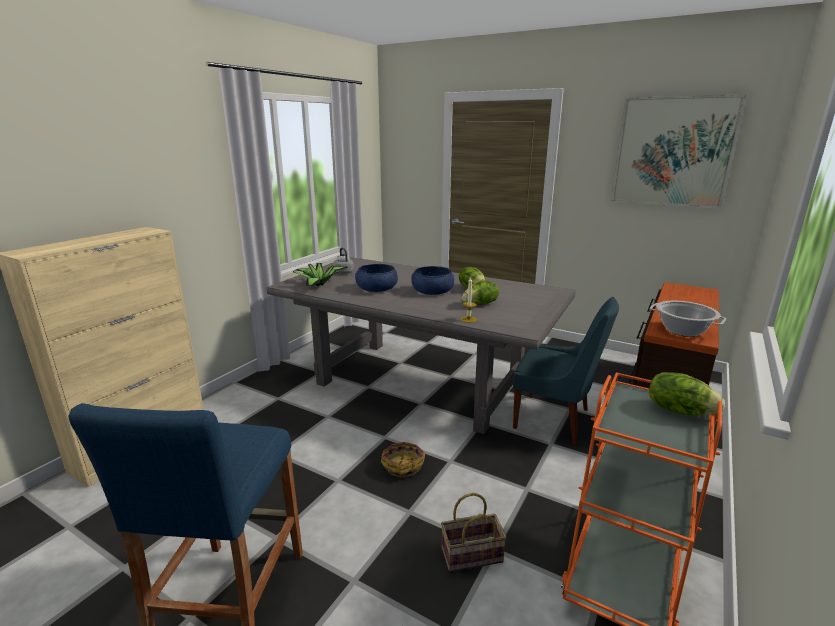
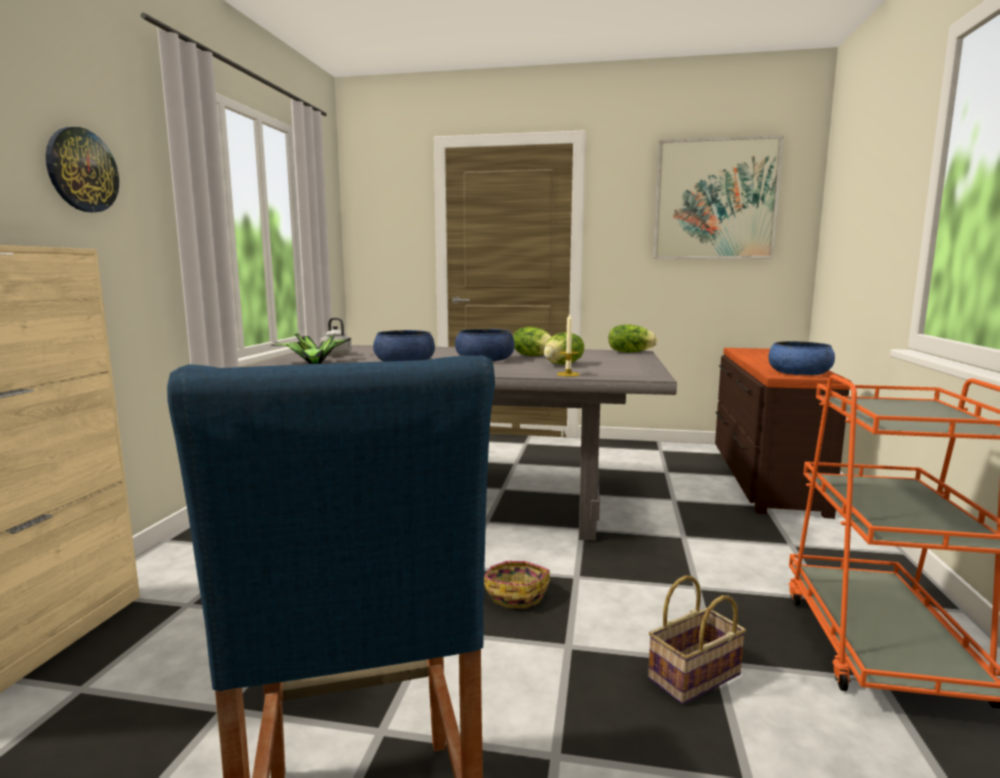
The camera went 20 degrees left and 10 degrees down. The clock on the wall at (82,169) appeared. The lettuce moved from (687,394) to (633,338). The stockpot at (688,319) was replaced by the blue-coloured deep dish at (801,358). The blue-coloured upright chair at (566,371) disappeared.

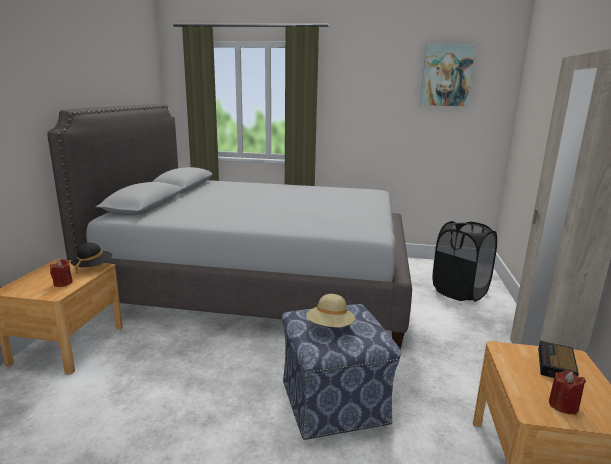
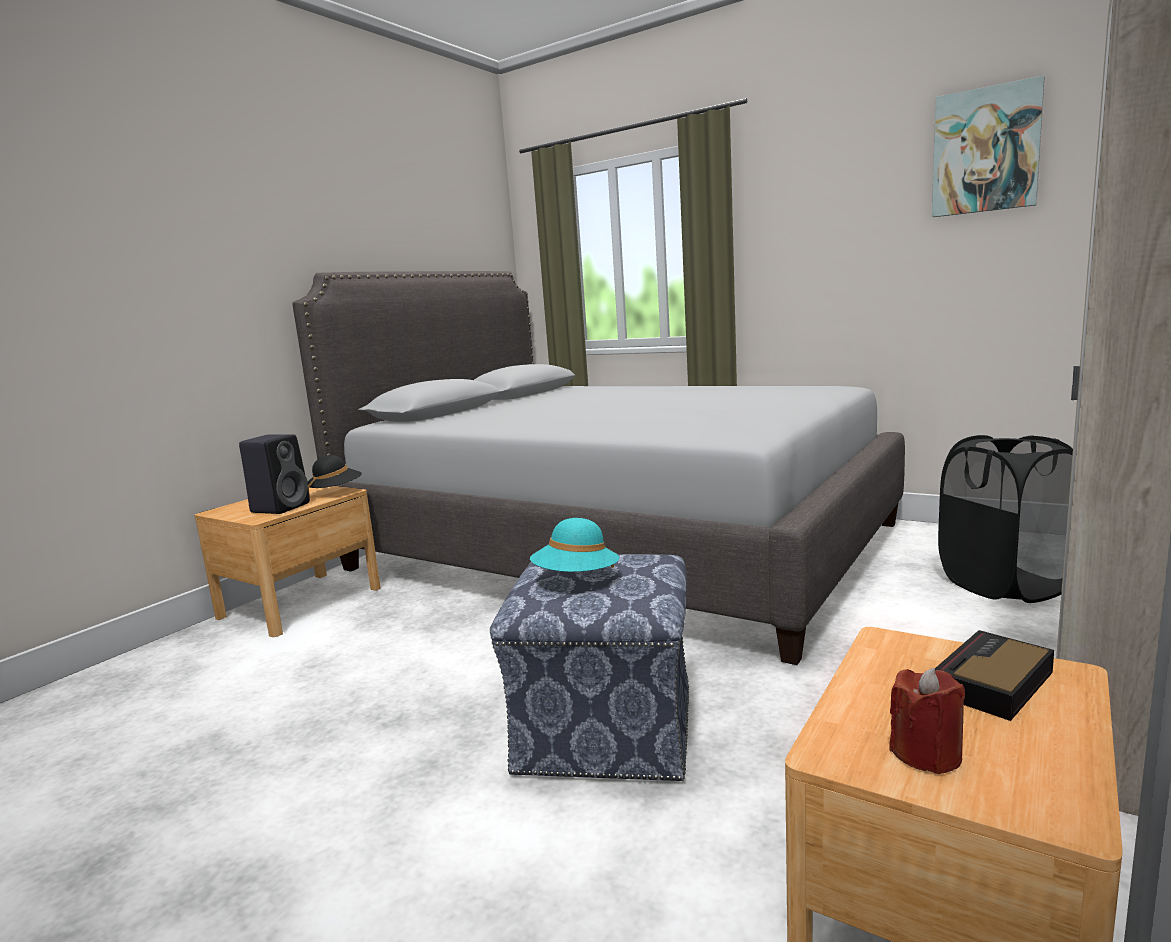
The camera went 25 degrees right and 5 degrees down. The red-coloured candle at (61,273) was replaced by the black-coloured audio speaker at (274,474). The beige-coloured hat at (330,310) became the turquoise-coloured hat at (575,545).

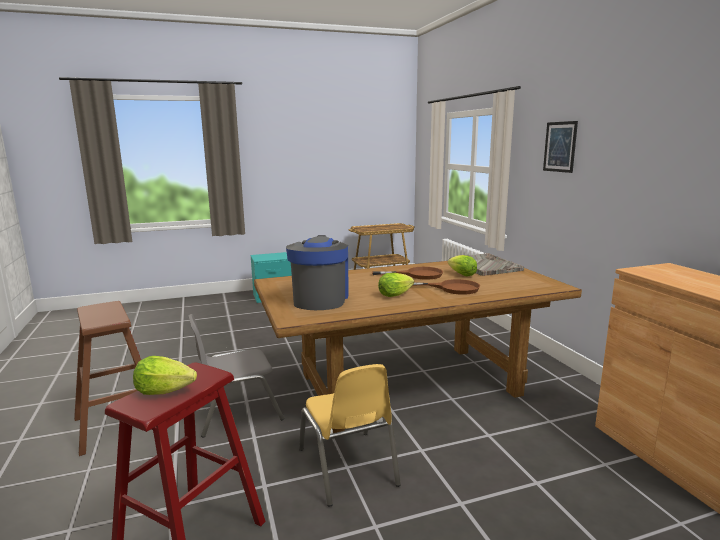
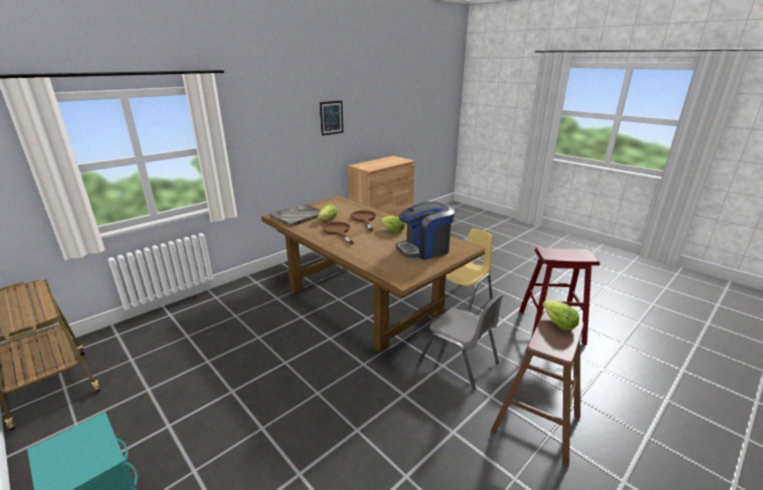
The camera went 115 degrees left and 10 degrees up. The picture moved from (560,147) to (331,118). The lettuce moved from (165,375) to (561,315).

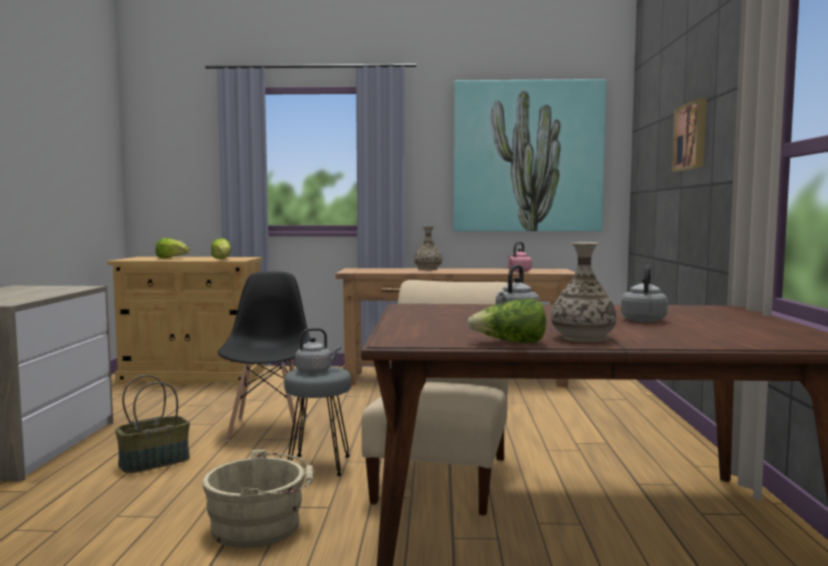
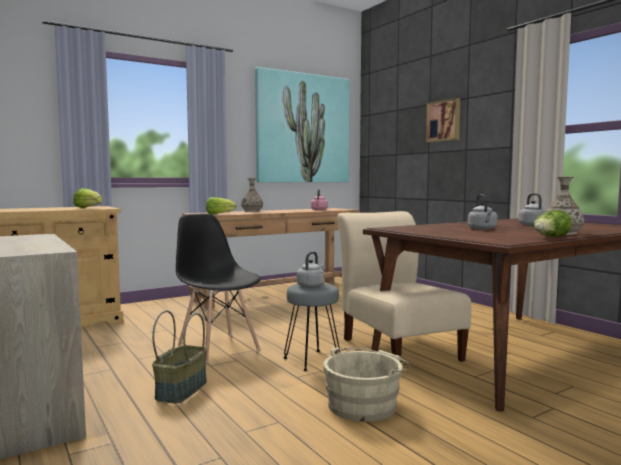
The camera went 35 degrees left and 0 degrees up. The lettuce moved from (172,248) to (221,206).

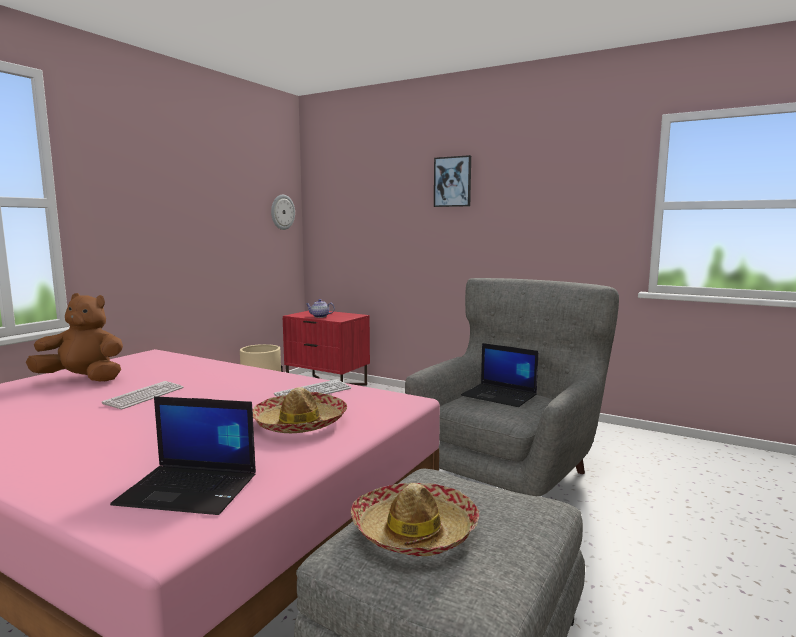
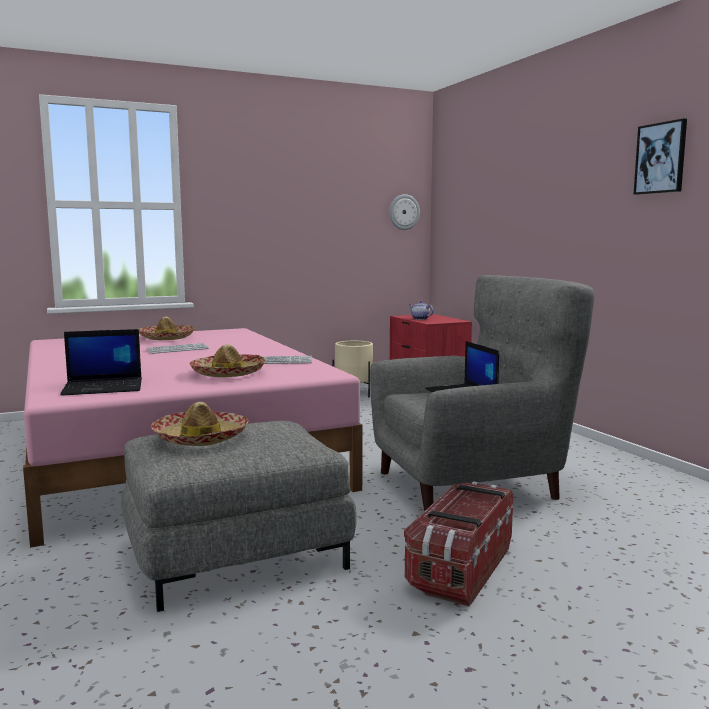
The camera went 35 degrees right and 0 degrees up. The laptop at (183,455) turned 60 degrees counterclockwise. The brown plush toy at (74,337) was replaced by the hat at (167,328). The storage bin at (458,544) appeared. The picture moved from (452,181) to (660,156).

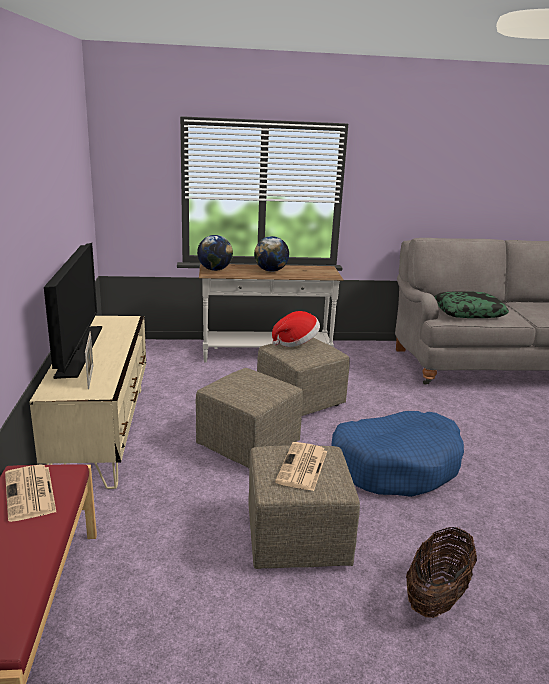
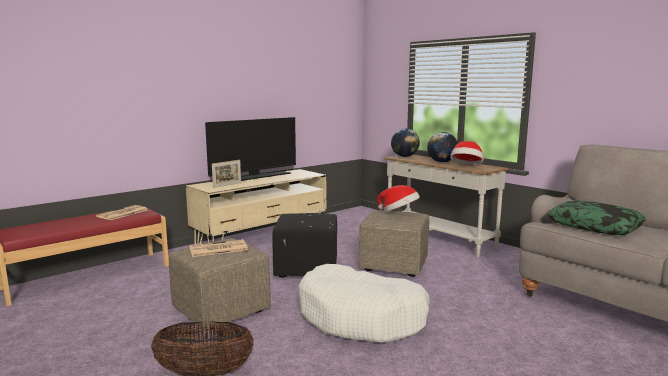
The camera went 55 degrees right and 10 degrees down. The beige-coloured pouffe at (249,418) became the black-coloured pouffe at (304,245). The blue-coloured dog cushion at (397,454) became the whitish dog cushion at (364,303). The hat at (467,153) appeared.

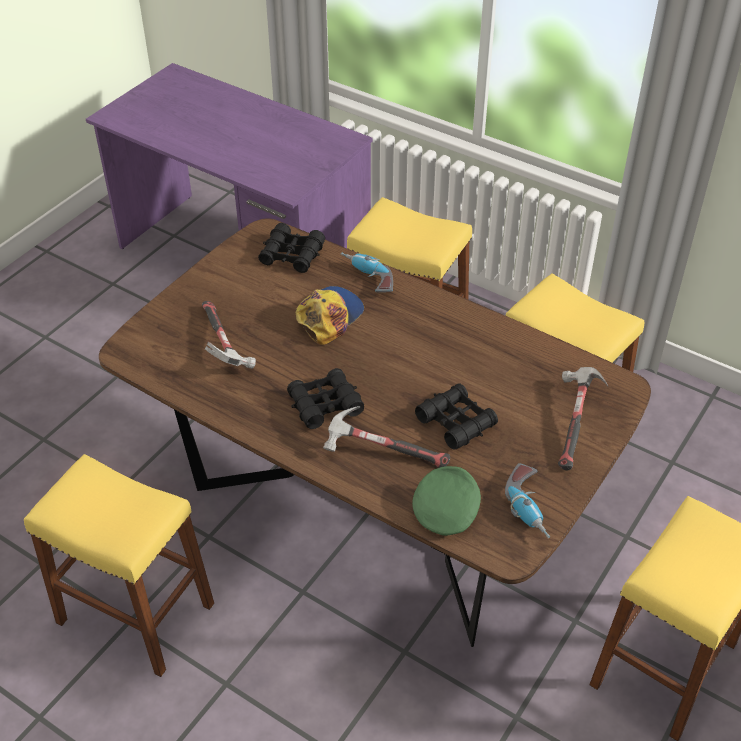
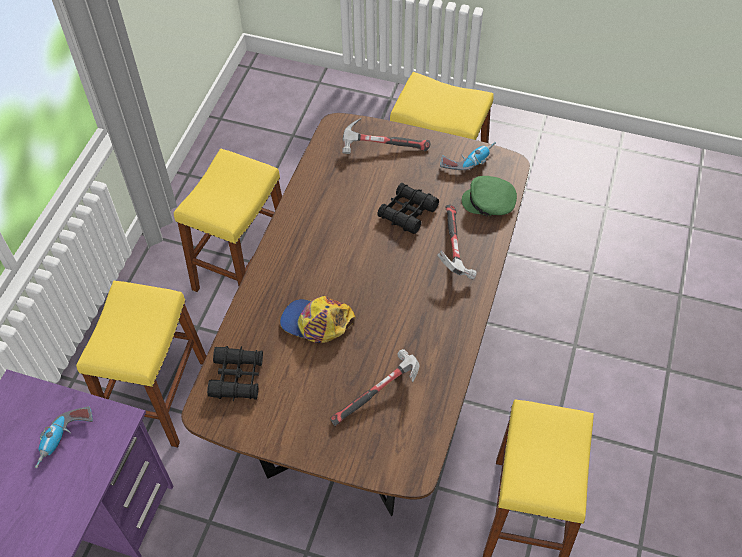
The camera went 105 degrees left and 10 degrees up. The drill moved from (367,272) to (64,437). The black-coloured binoculars at (325,398) disappeared.

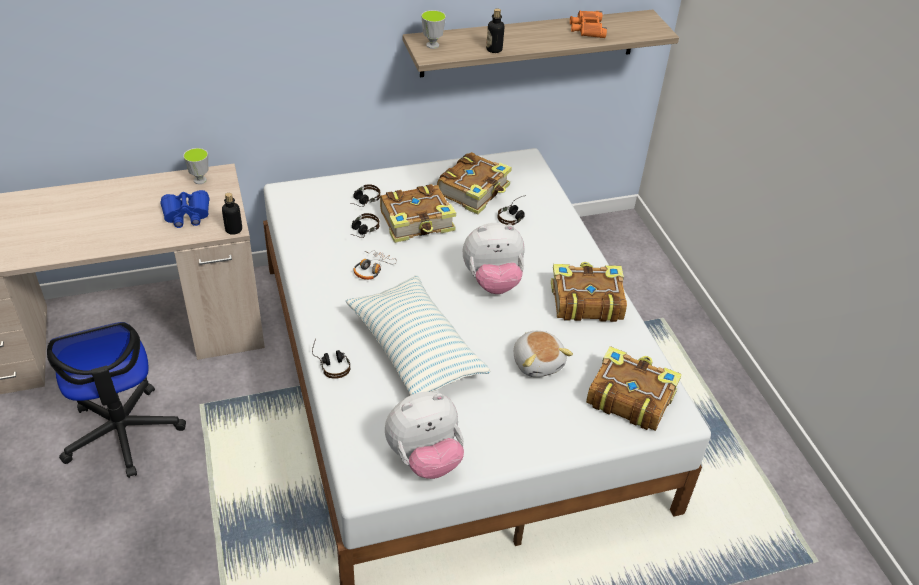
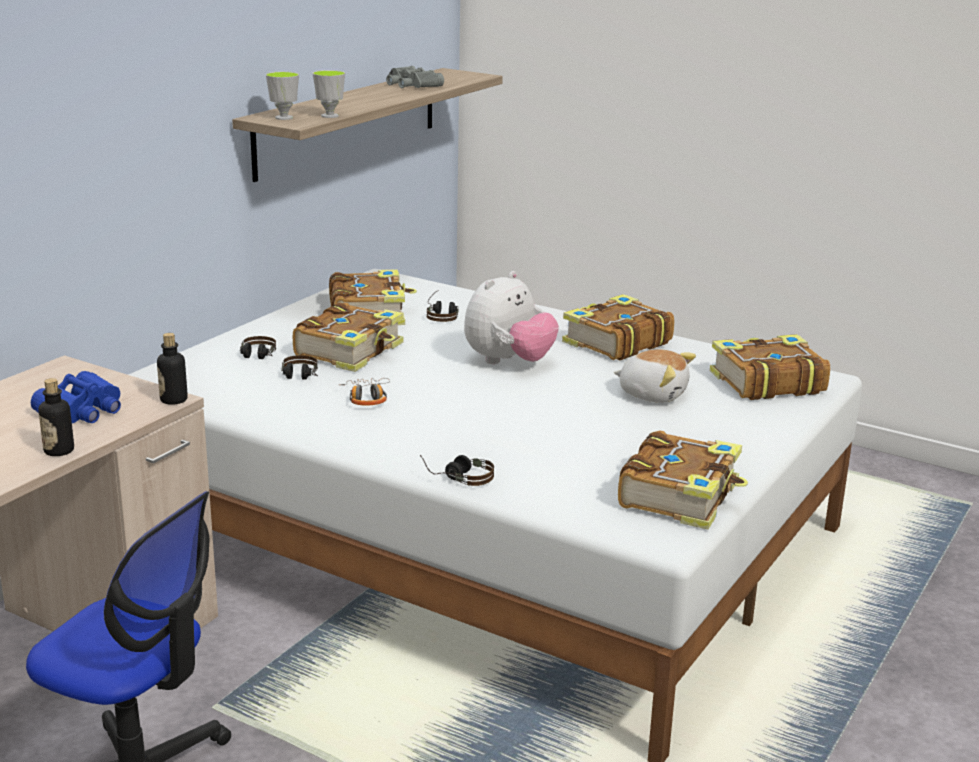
The camera went 40 degrees left and 20 degrees down. The drink bottle moved from (495,30) to (56,417). The drinking cup moved from (195,166) to (328,94). The orange-coloured binoculars at (588,24) became the grey binoculars at (415,77). The plush toy at (424,435) was replaced by the book at (683,479). The throw pillow at (418,335) disappeared.

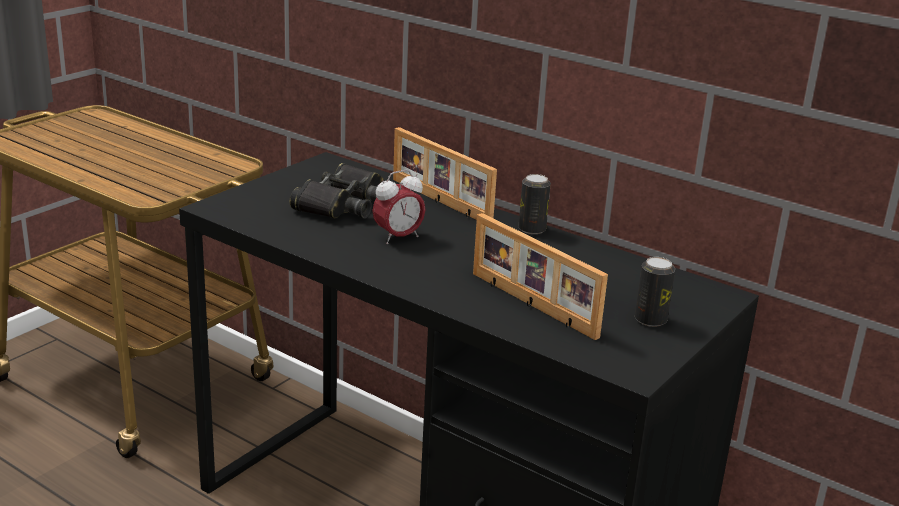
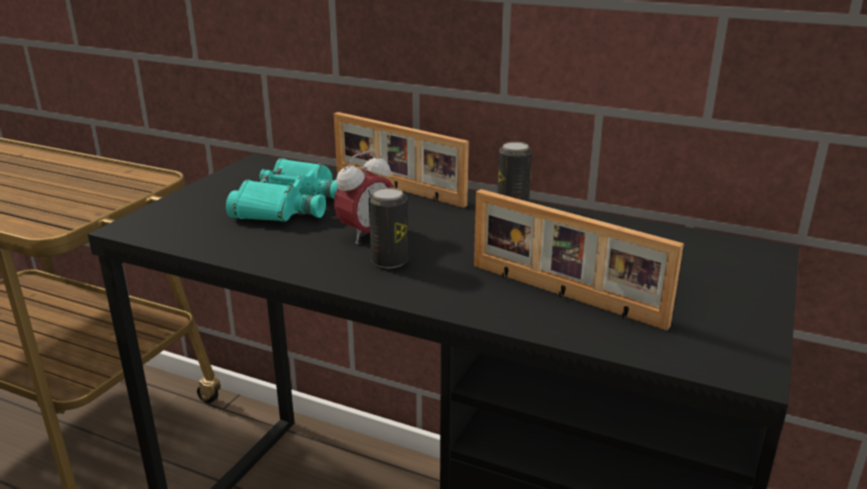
The camera went 10 degrees left and 0 degrees up. The black-coloured binoculars at (336,191) became the turquoise-coloured binoculars at (282,190). The sealed can moved from (655,292) to (388,227).

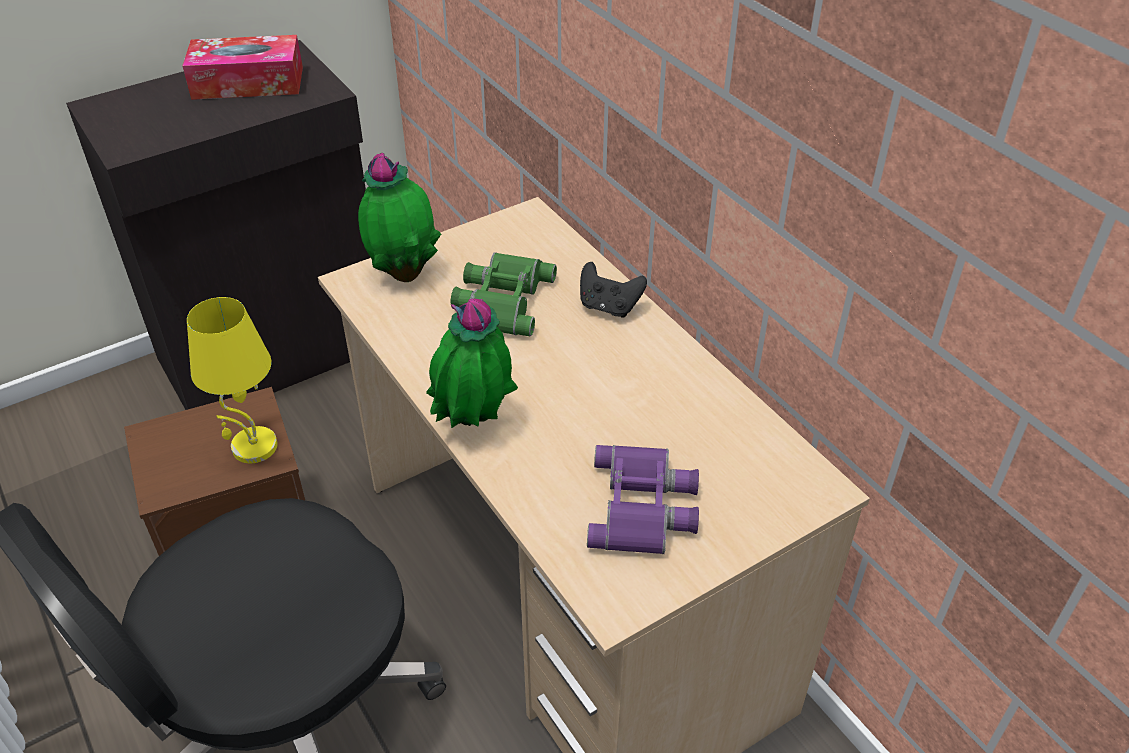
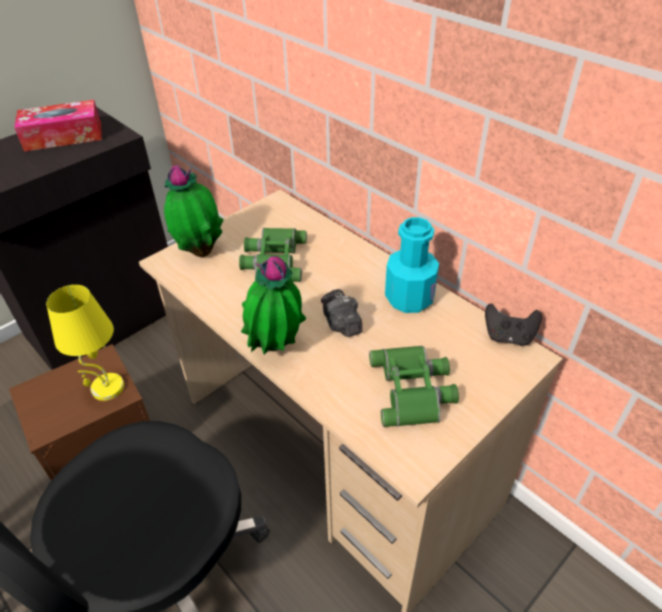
The camera went 10 degrees left and 0 degrees up. The still camera at (341,313) appeared. The purple binoculars at (643,499) became the green binoculars at (414,386). The turquoise-coloured drink bottle at (412,265) appeared. The black-coloured joypad moved from (613,290) to (513,324).

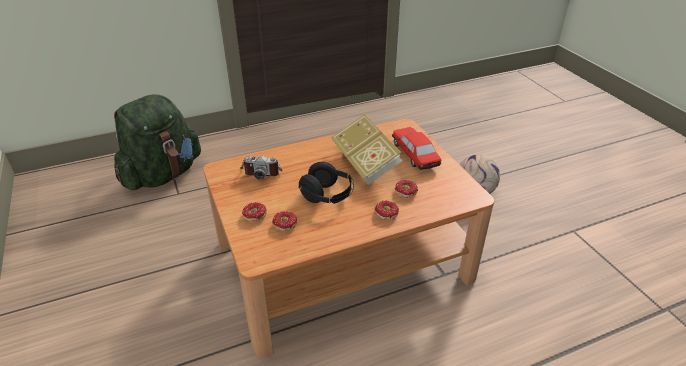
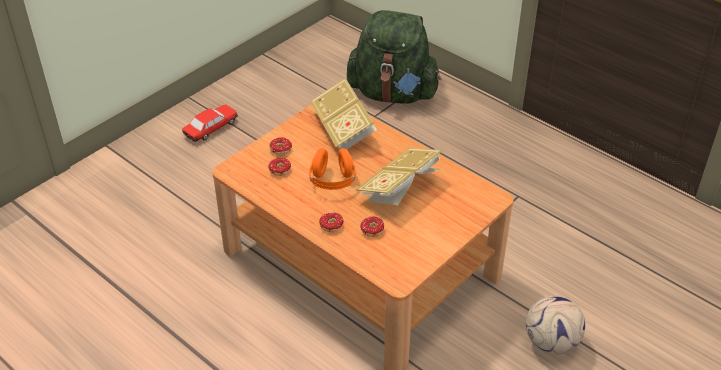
The camera went 65 degrees right and 5 degrees up. The toy car moved from (416,148) to (210,123). The black-coloured pair of headphones at (326,183) became the orange-coloured pair of headphones at (332,169). The still camera at (261,167) was replaced by the book at (343,113).

